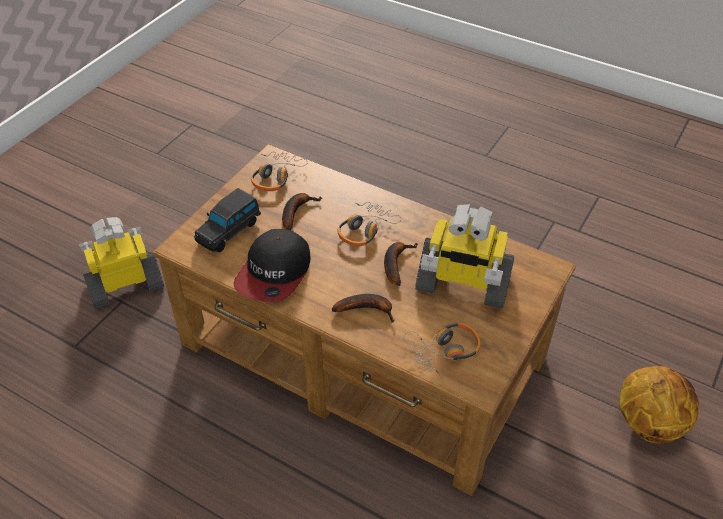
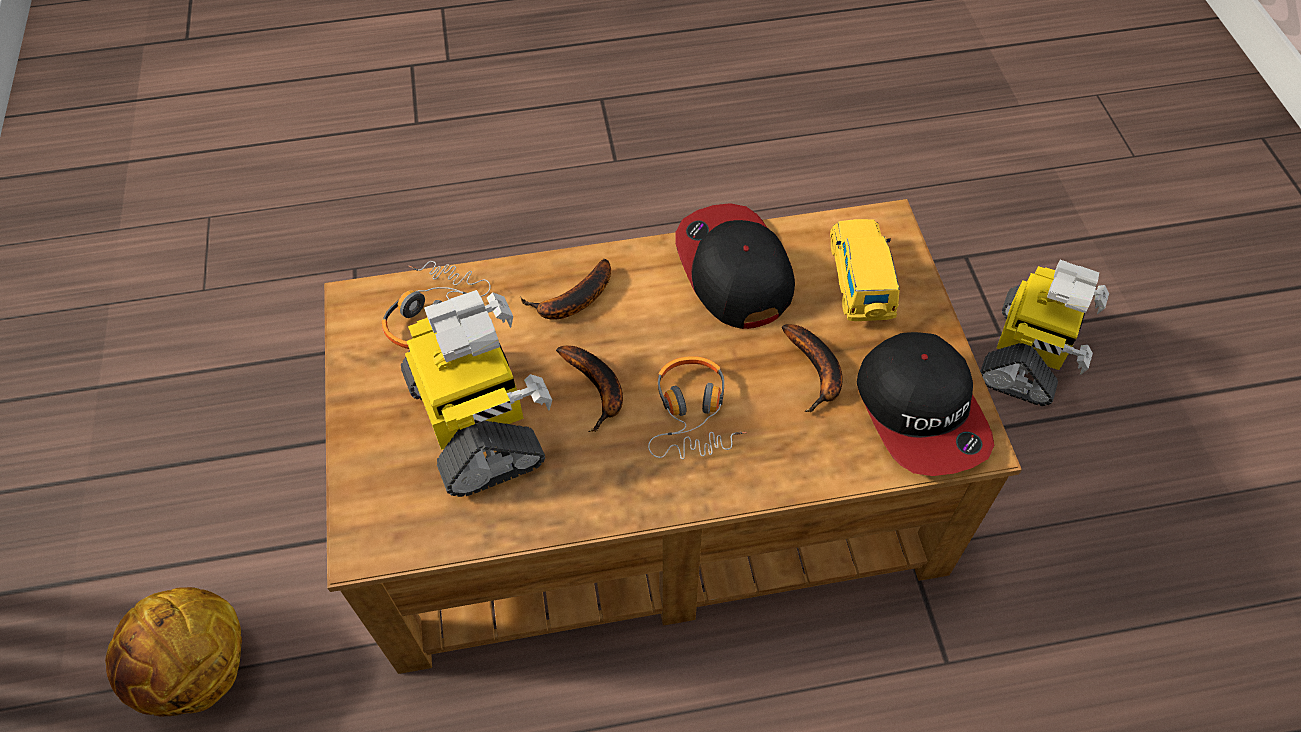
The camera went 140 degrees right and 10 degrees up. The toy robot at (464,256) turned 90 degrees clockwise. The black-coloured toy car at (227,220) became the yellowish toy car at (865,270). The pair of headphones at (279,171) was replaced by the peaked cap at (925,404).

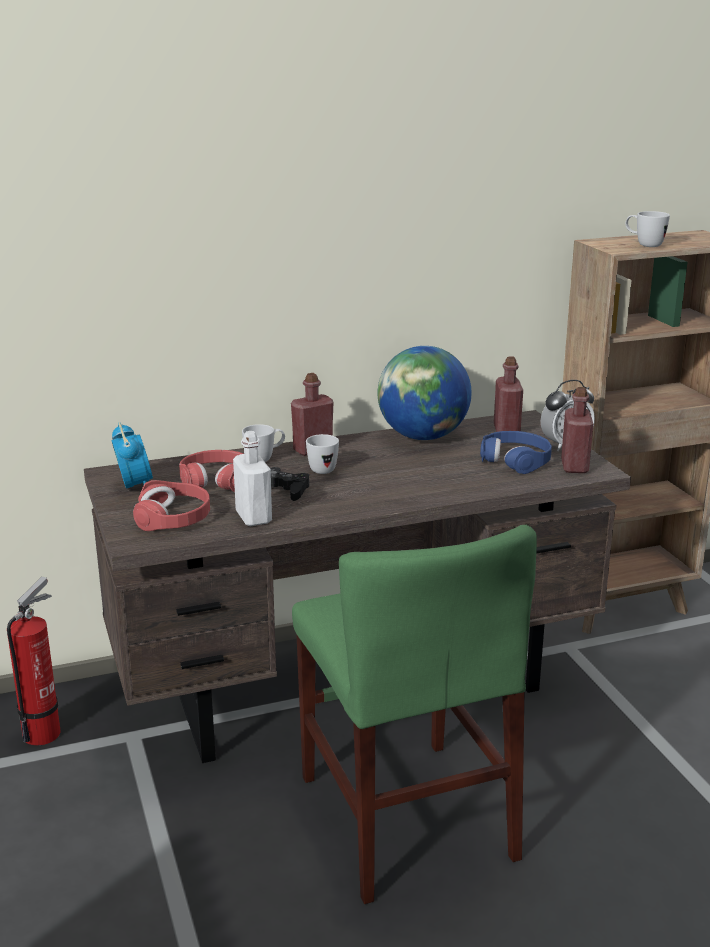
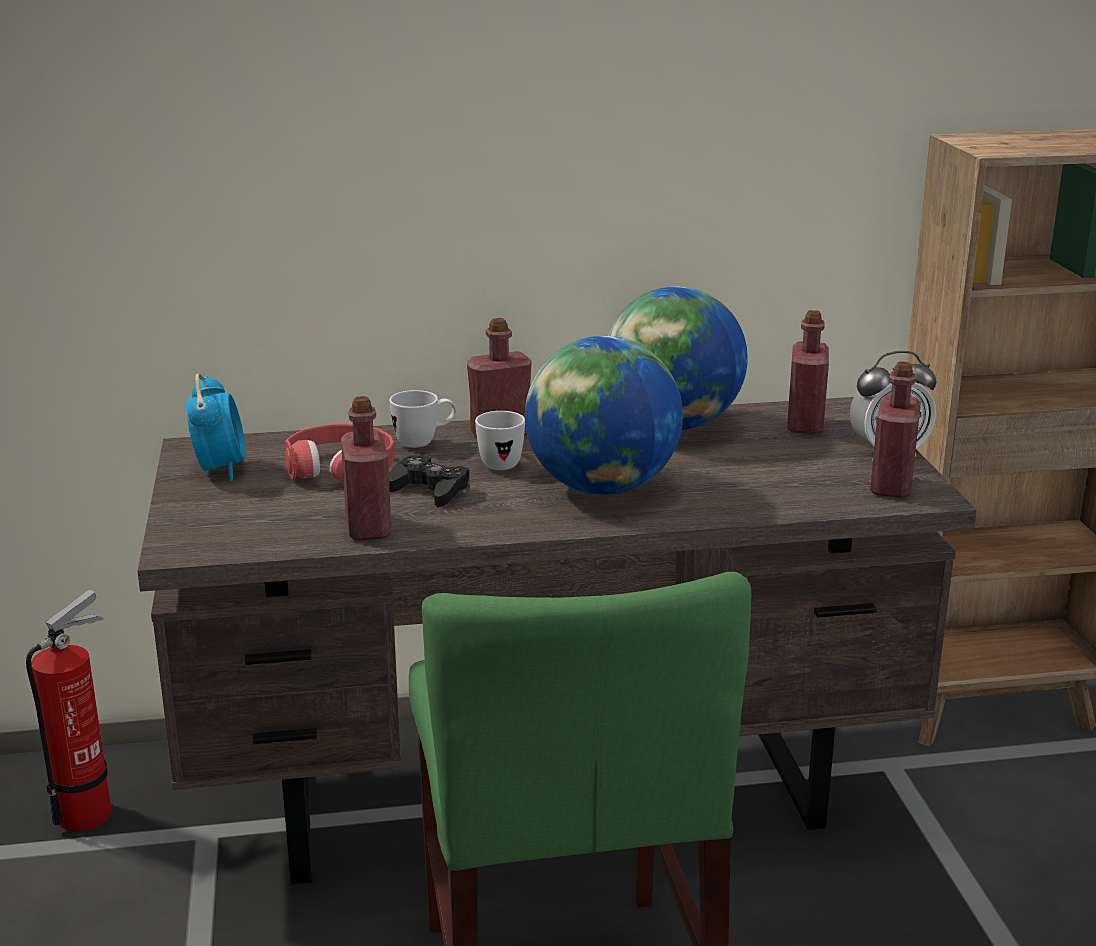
The camera went 10 degrees right and 0 degrees up. The whitish drink bottle at (252,478) became the red-coloured drink bottle at (366,468). The globe at (604,415) appeared. The red-coloured pair of headphones at (171,505) disappeared. The blue-coloured pair of headphones at (516,452) disappeared. The whitish tea mug at (647,229) disappeared.

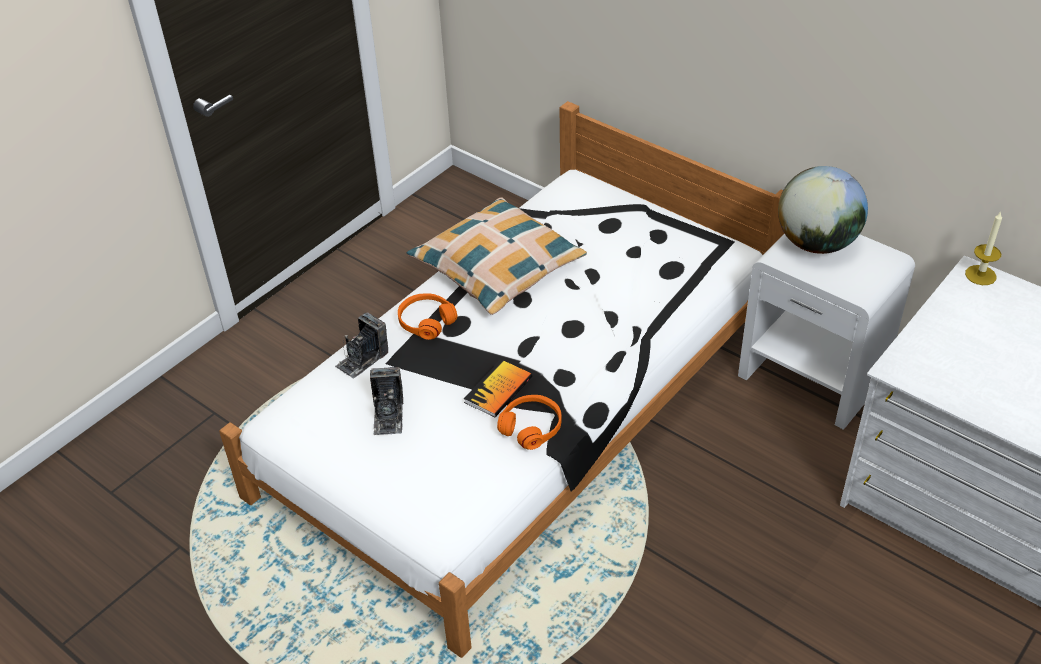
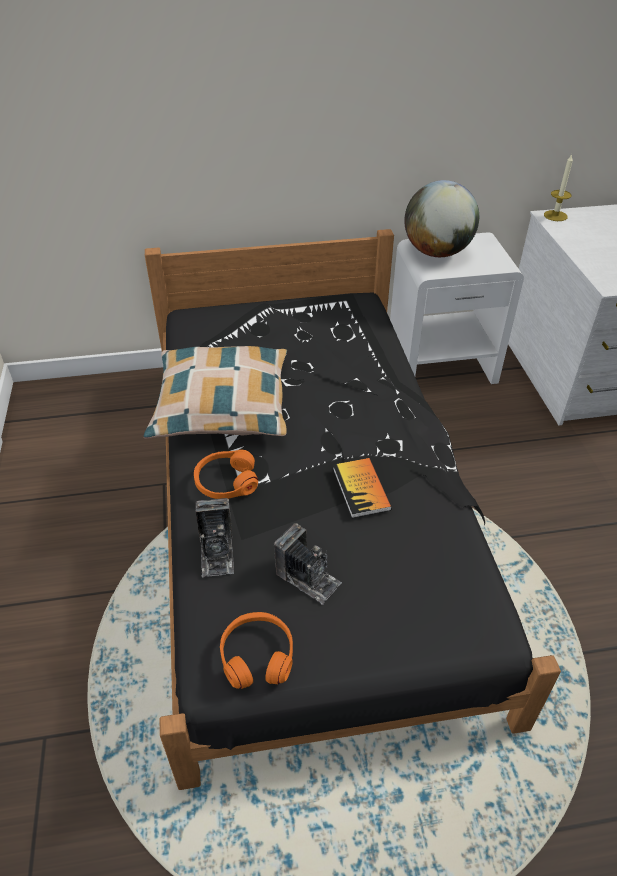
The camera went 50 degrees left and 0 degrees up. The whitish bed at (502,379) became the black-coloured bed at (353,509). The orange-coloured pair of headphones moved from (529,422) to (256,650).

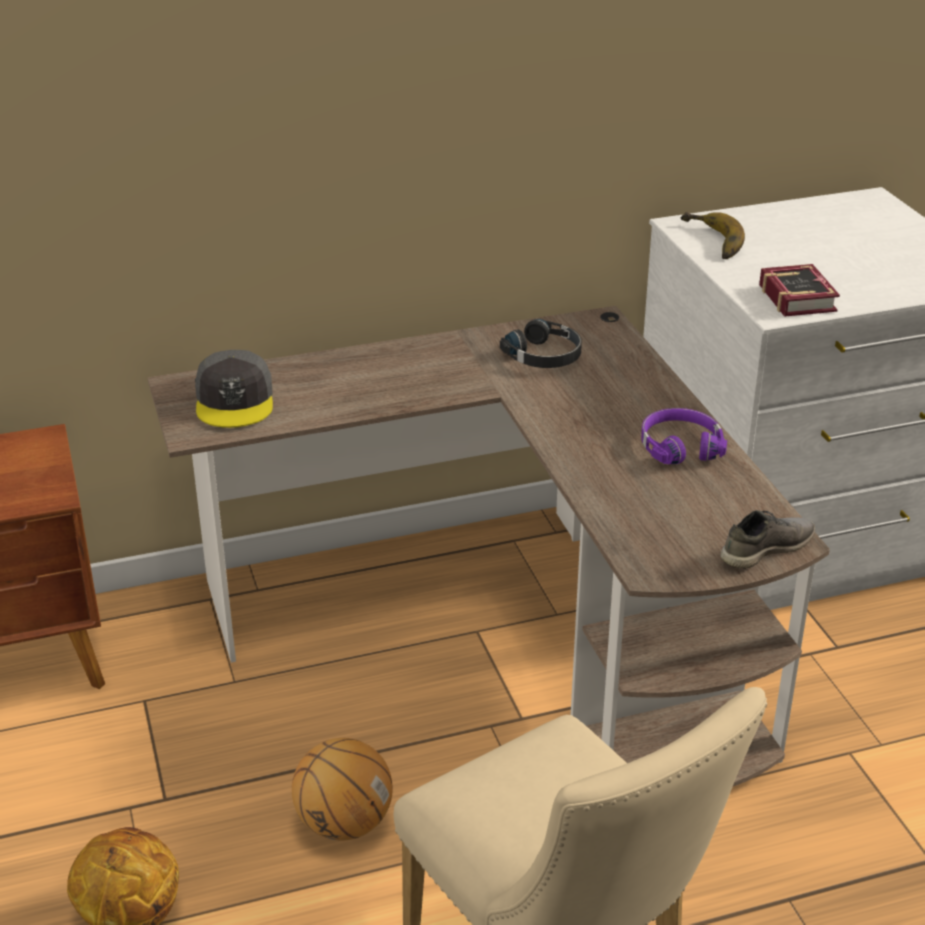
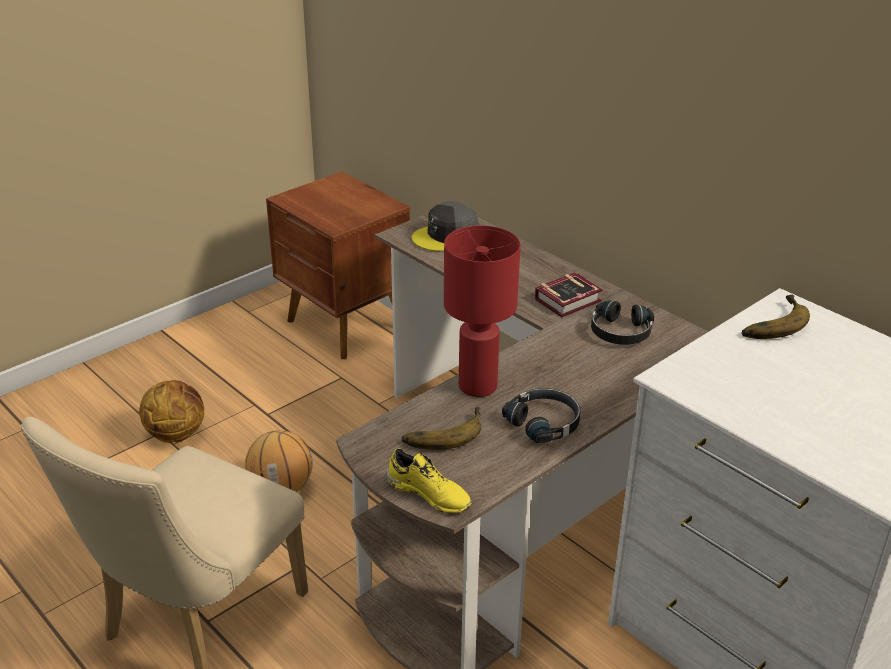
The camera went 65 degrees right and 0 degrees up. The grey item of footwear at (767,539) became the yellowish item of footwear at (429,480). The banana fruit at (441,428) appeared. The red-coloured tabletop lamp at (482,311) appeared. The purple pair of headphones at (684,436) became the black-coloured pair of headphones at (541,415). The book moved from (799,290) to (569,294).

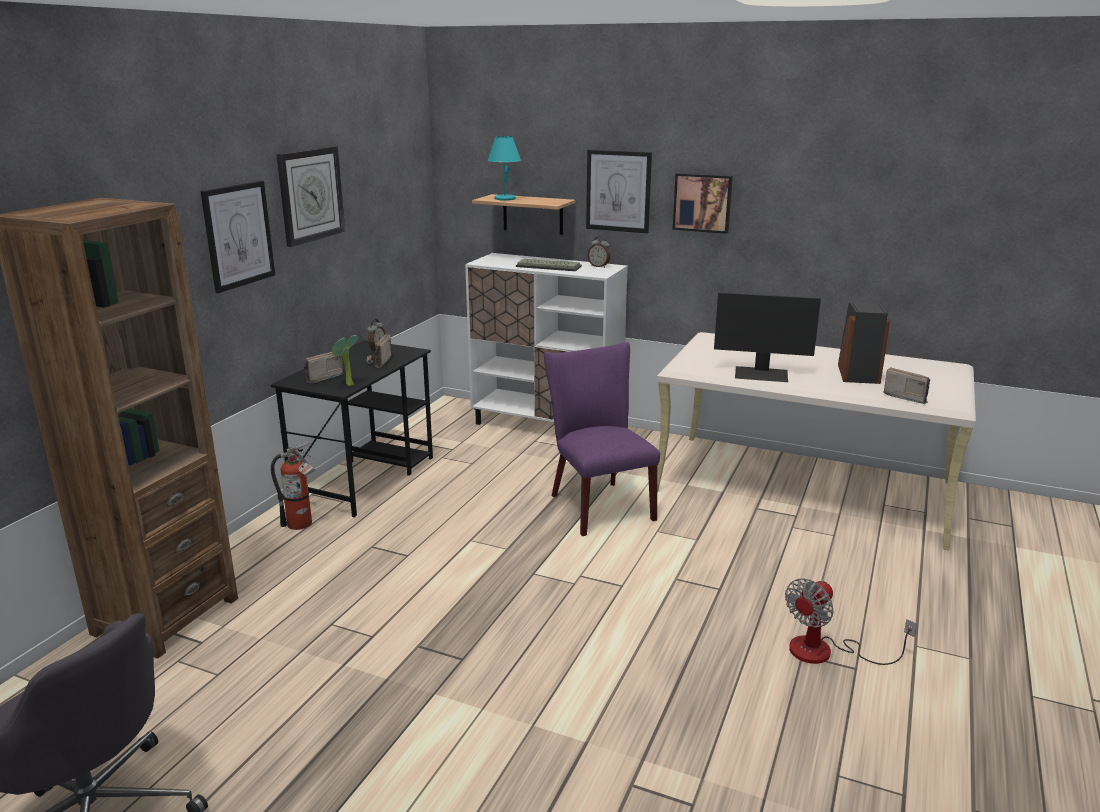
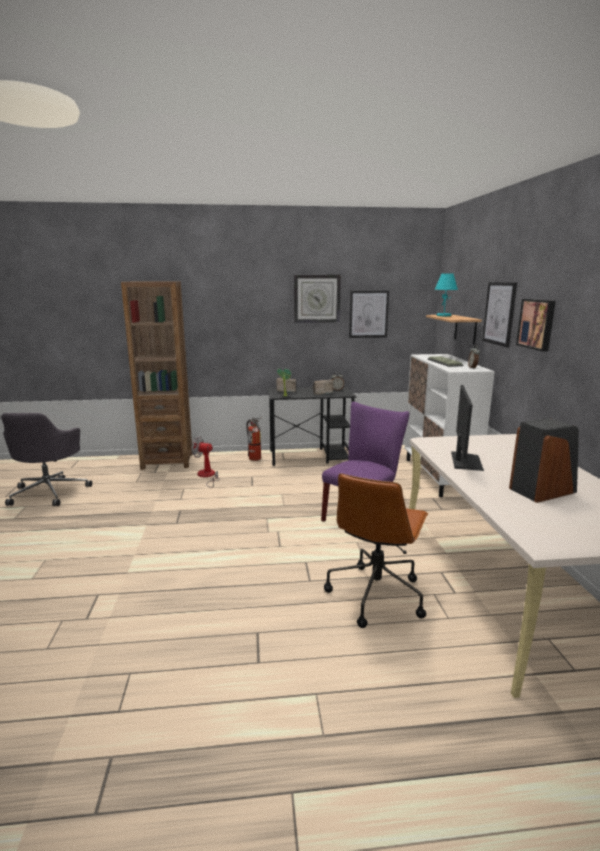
The camera went 60 degrees right and 5 degrees down. The cooling fan moved from (851,621) to (206,462). The brown desk chair at (376,550) appeared. The picture moved from (238,237) to (369,314). The computer display at (767,337) turned 150 degrees counterclockwise. The radio receiver at (906,385) disappeared.

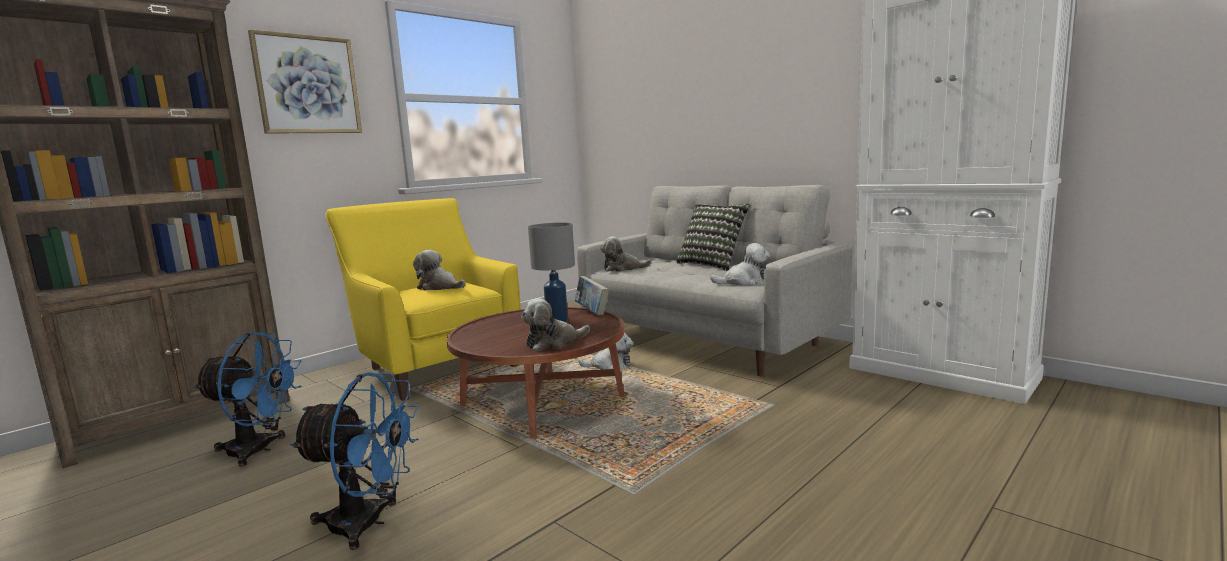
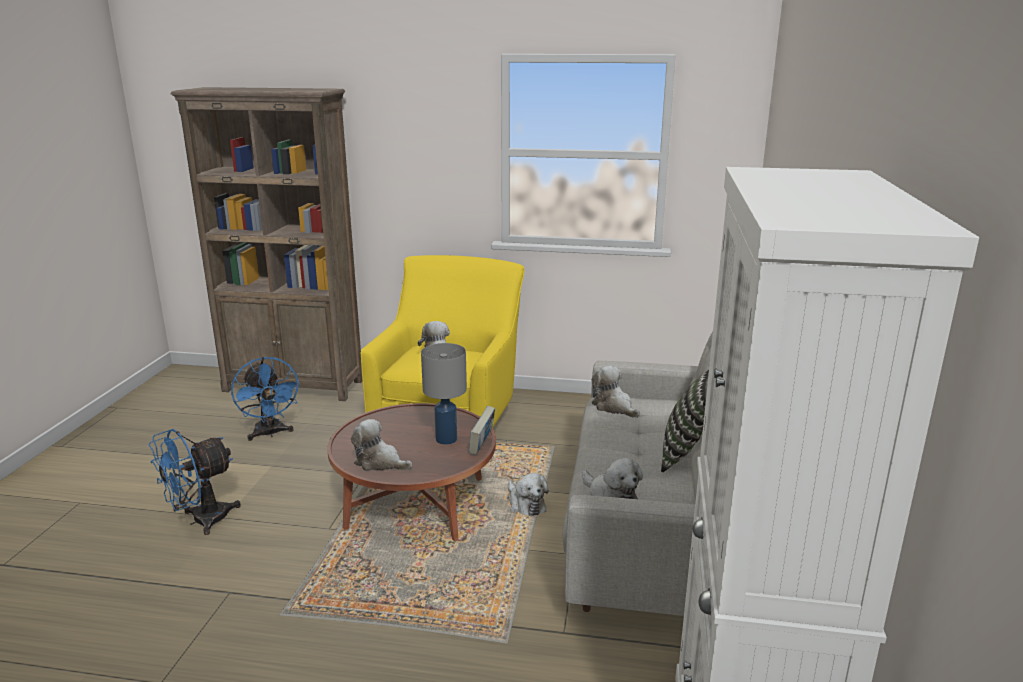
The camera went 55 degrees right and 10 degrees up. The blue-coloured cooling fan at (354,461) turned 75 degrees clockwise. The picture at (305,81) disappeared.

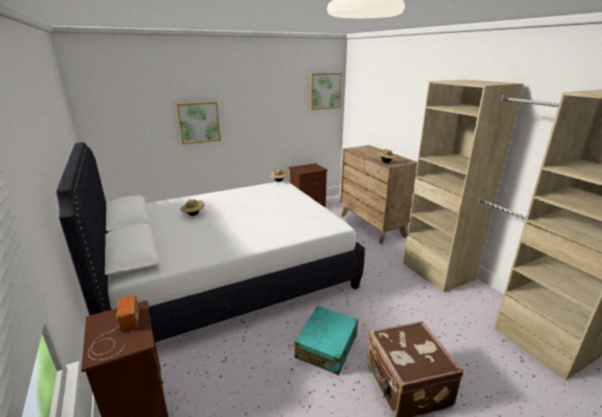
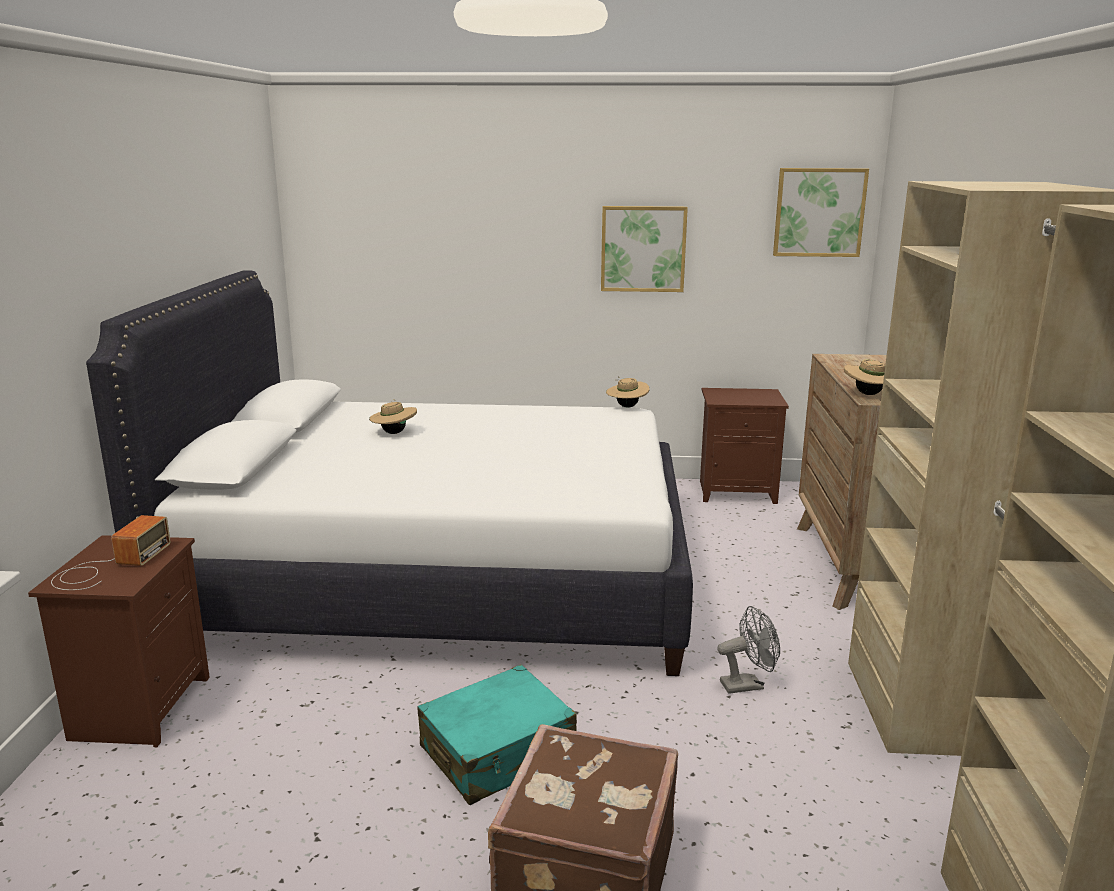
The camera went 30 degrees right and 5 degrees down. The picture moved from (198,123) to (644,249). The grey cooling fan at (748,650) appeared.

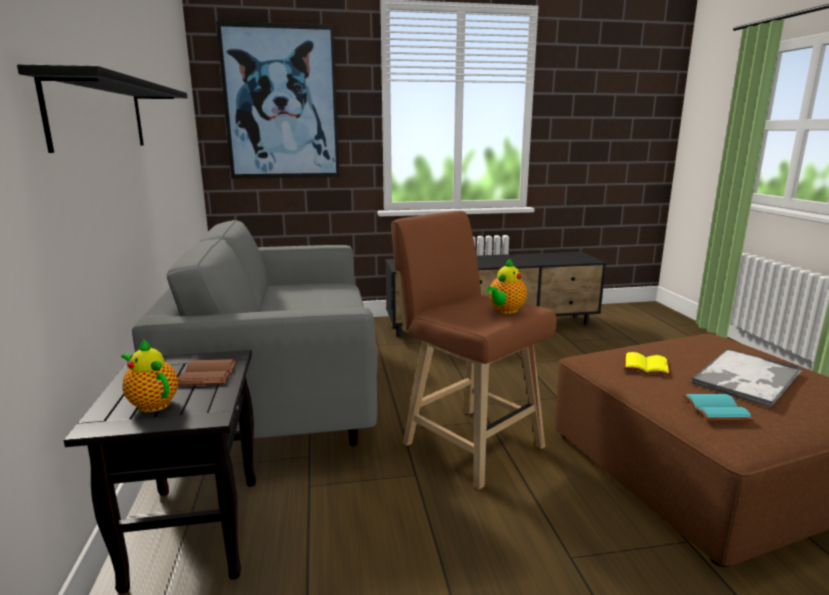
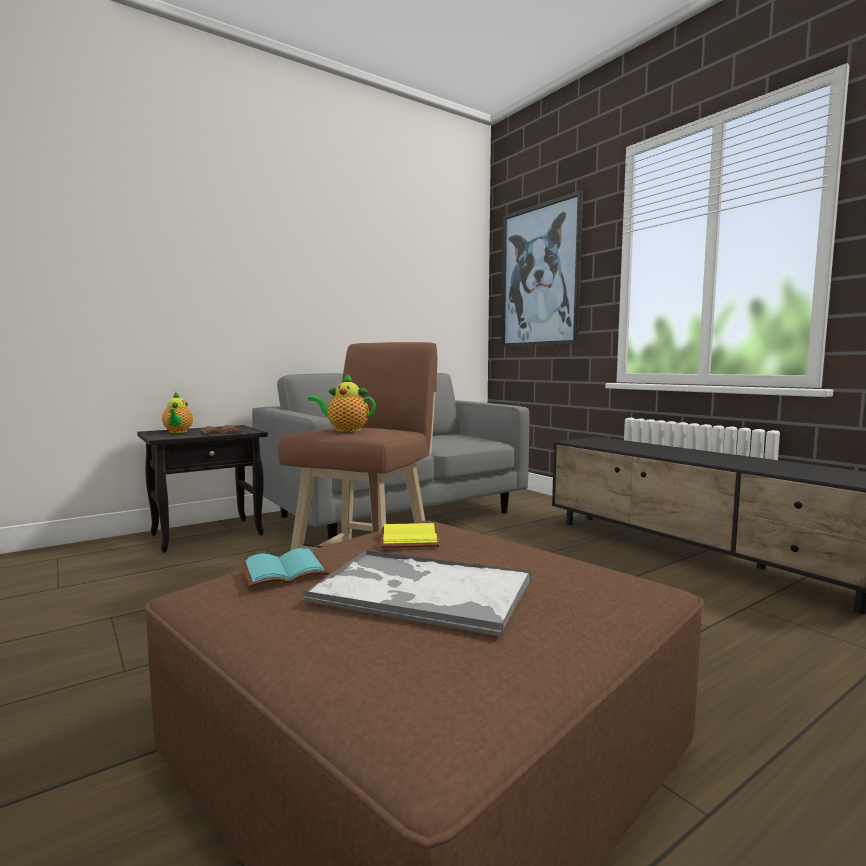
The camera went 65 degrees right and 10 degrees down. The tea pot at (149,375) turned 150 degrees clockwise. The black-coloured bracket shelf at (102,108) disappeared.

